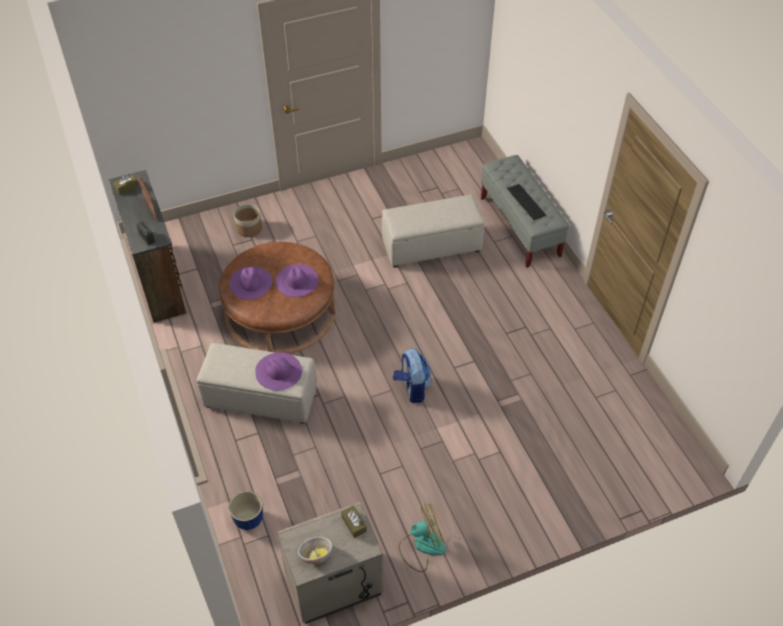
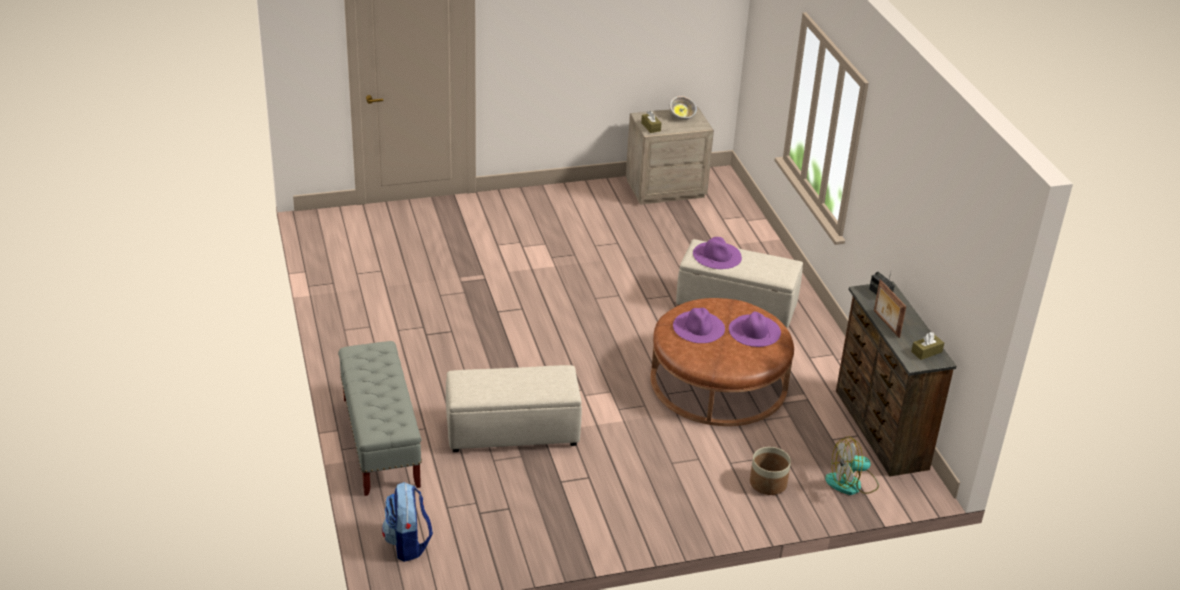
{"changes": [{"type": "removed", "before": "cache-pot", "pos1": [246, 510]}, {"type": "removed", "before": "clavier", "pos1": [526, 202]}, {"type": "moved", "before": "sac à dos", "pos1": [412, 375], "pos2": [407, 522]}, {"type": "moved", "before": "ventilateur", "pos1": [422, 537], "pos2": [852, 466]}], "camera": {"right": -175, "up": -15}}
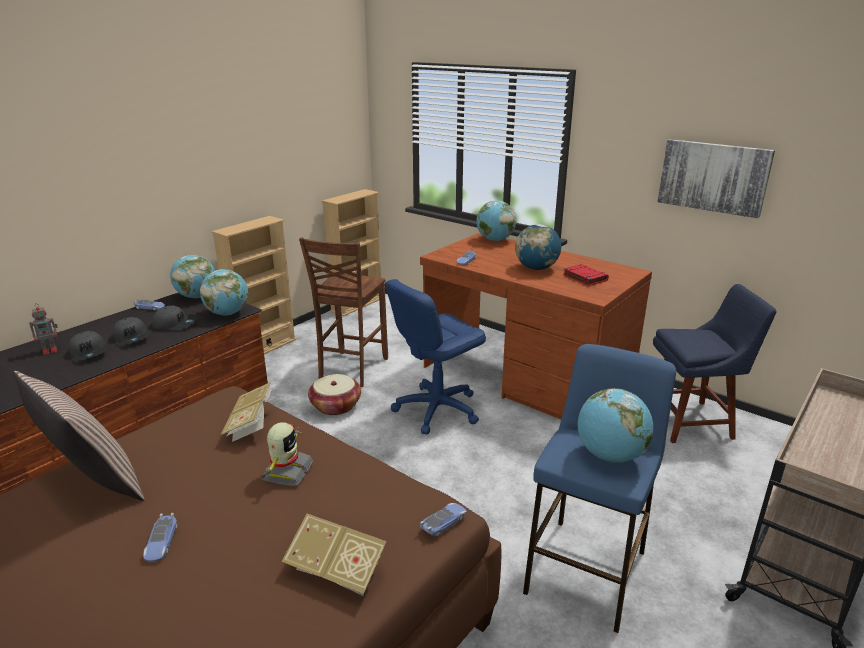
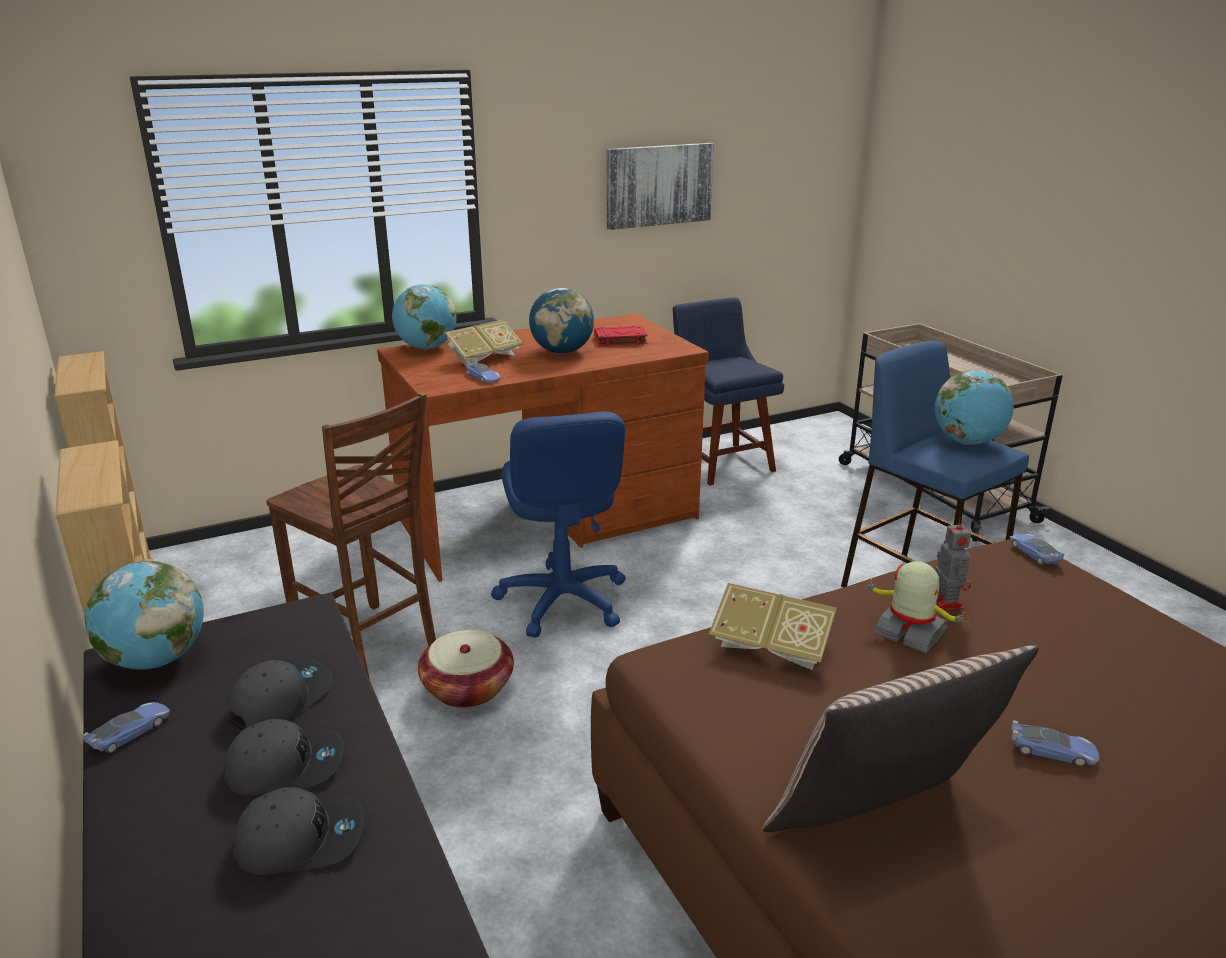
{"changes": [{"type": "removed", "before": "globe", "pos1": [224, 292]}, {"type": "moved", "before": "robot jouet", "pos1": [43, 329], "pos2": [953, 564]}, {"type": "moved", "before": "livre", "pos1": [334, 555], "pos2": [484, 343]}, {"type": "turned", "before": "chaise [bleu]", "pos1": [714, 363], "pos2": [728, 391], "turn": -45}], "camera": {"right": -65, "up": 0}}
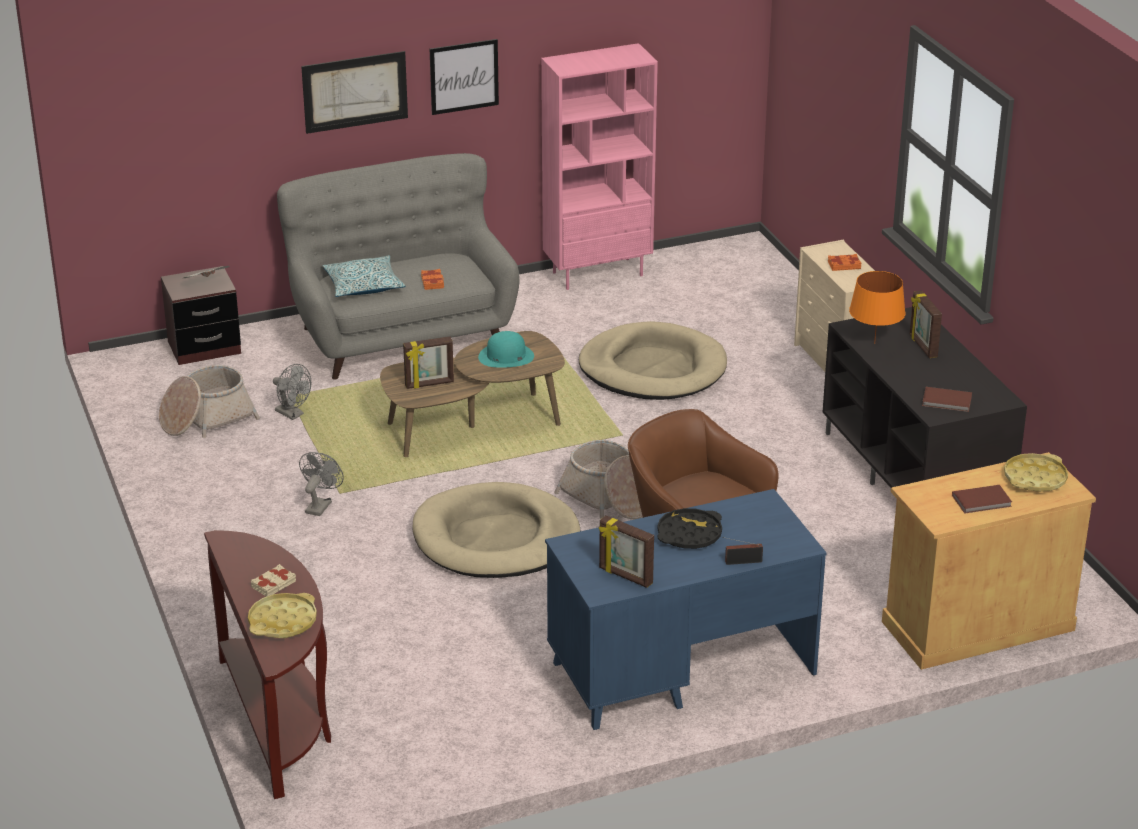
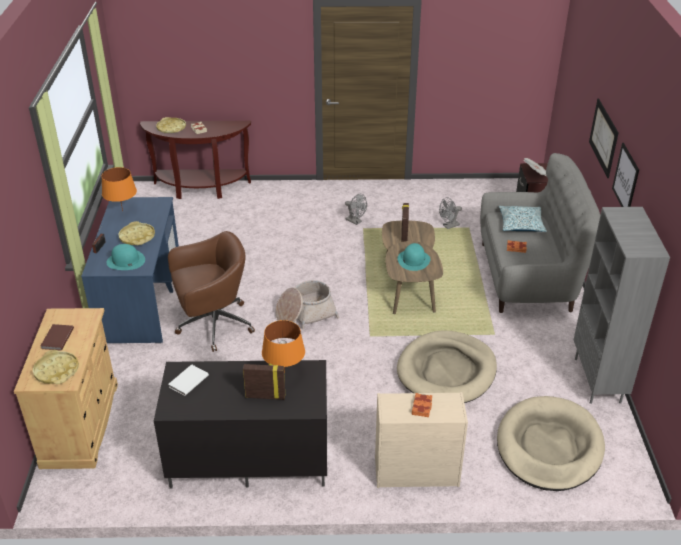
{"changes": [{"type": "removed", "before": "panier", "pos1": [209, 401]}, {"type": "added", "after": "chapeau [turquoise]", "pos2": [126, 257]}, {"type": "moved", "before": "panier pour chien [beige]", "pos1": [496, 530], "pos2": [551, 443]}, {"type": "replaced", "before": "cadre photo", "after": "lampe de table [orange]", "pos1": [626, 551], "pos2": [119, 189]}, {"type": "recoloured", "before": "bibliothèque [rose]", "after": "bibliothèque [gris]", "pos1": [599, 166], "pos2": [622, 305]}, {"type": "recoloured", "before": "plateau [noir]", "after": "plateau [jaune]", "pos1": [689, 528], "pos2": [137, 233]}, {"type": "recoloured", "before": "livre [marron]", "after": "livre [blanc]", "pos1": [947, 399], "pos2": [188, 380]}], "camera": {"right": 110, "up": 5}}
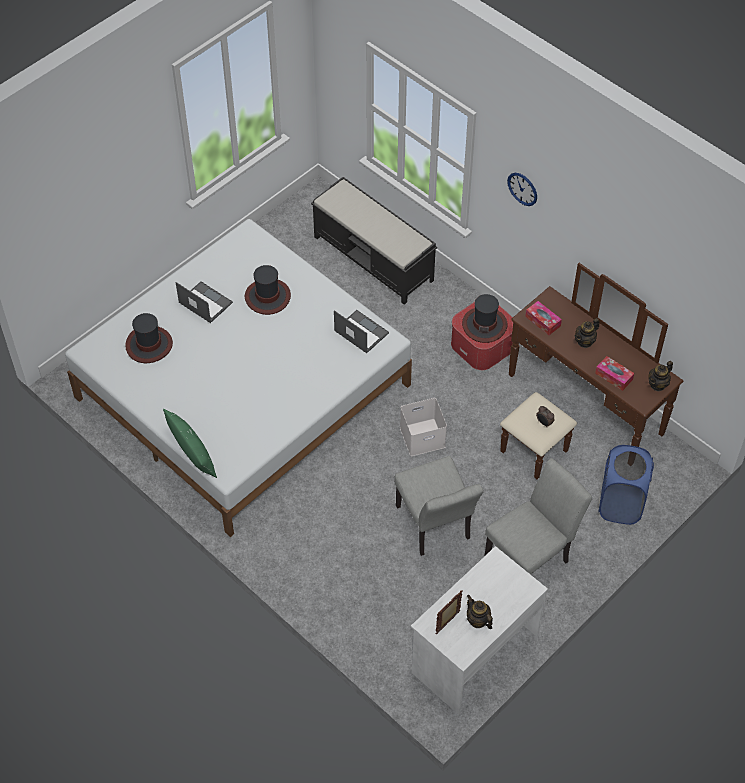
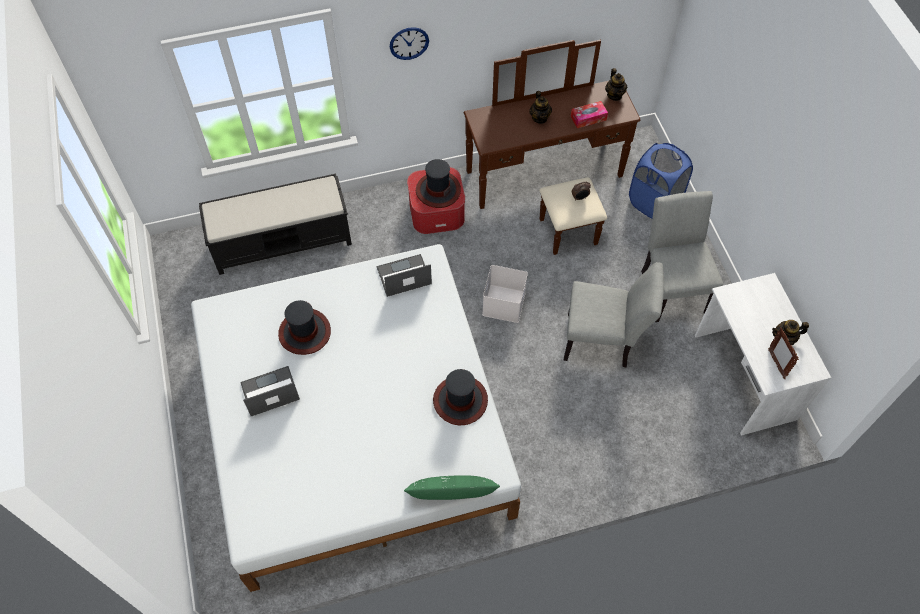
{"changes": [{"type": "removed", "before": "boîte à mouchoirs", "pos1": [543, 318]}, {"type": "moved", "before": "chapeau", "pos1": [149, 338], "pos2": [460, 397]}], "camera": {"right": -60, "up": 5}}
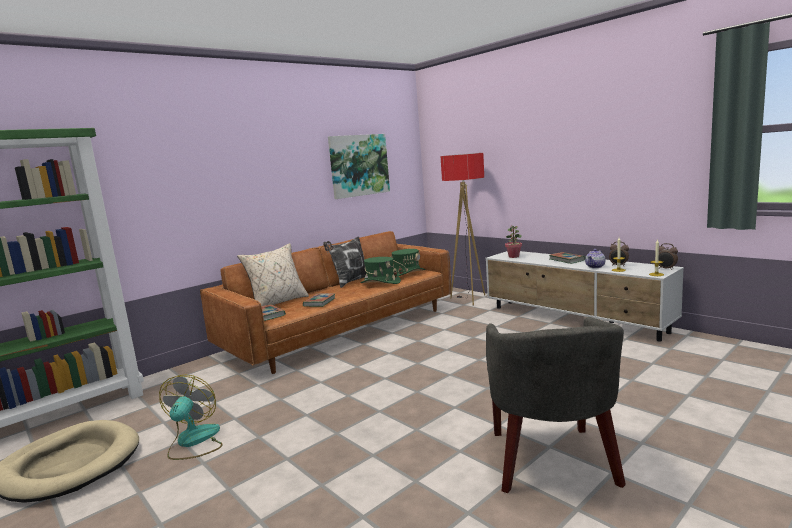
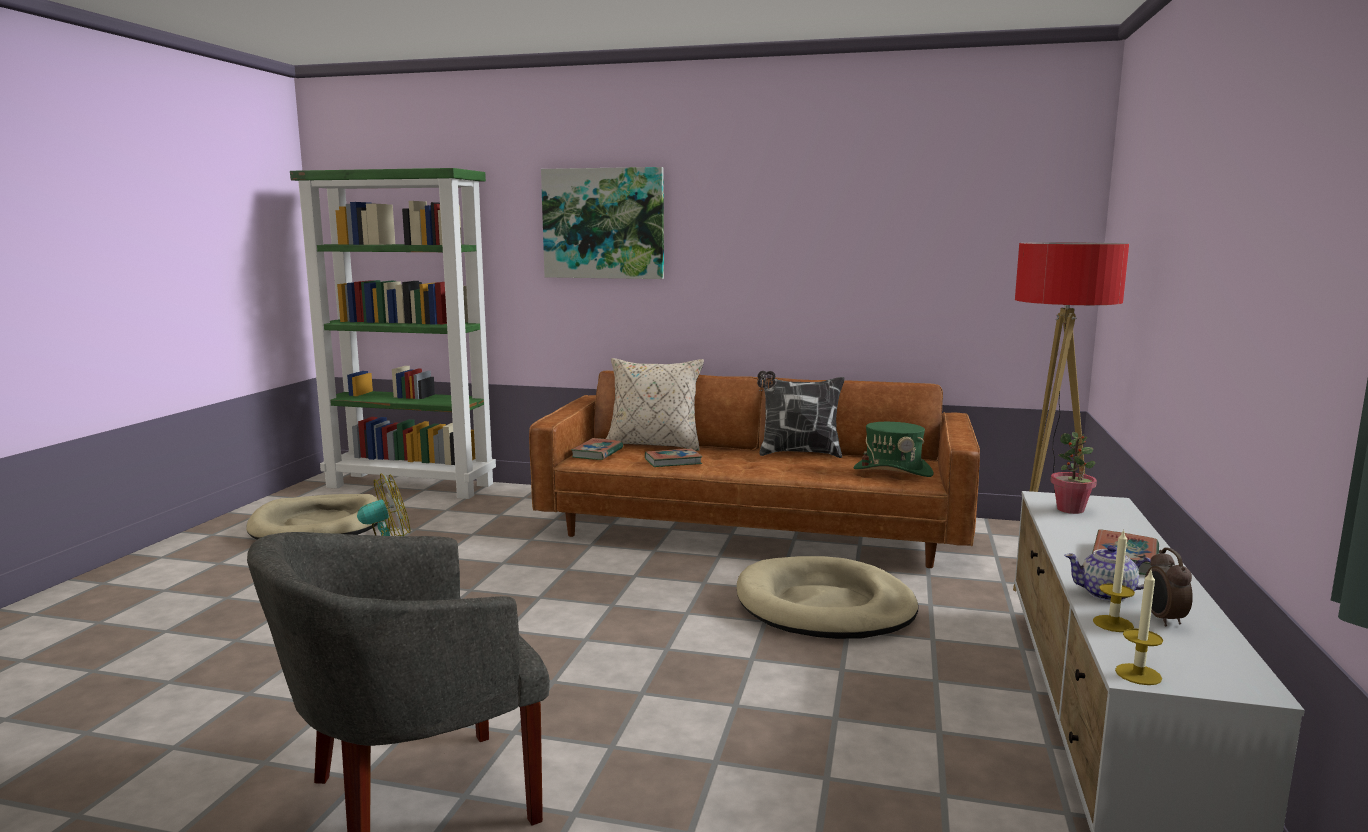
{"changes": [{"type": "removed", "before": "chapeau [vert]", "pos1": [381, 270]}, {"type": "removed", "before": "réveil", "pos1": [668, 256]}, {"type": "added", "after": "panier pour chien [beige]", "pos2": [828, 597]}, {"type": "moved", "before": "tableau", "pos1": [359, 166], "pos2": [602, 223]}], "camera": {"right": 55, "up": 0}}
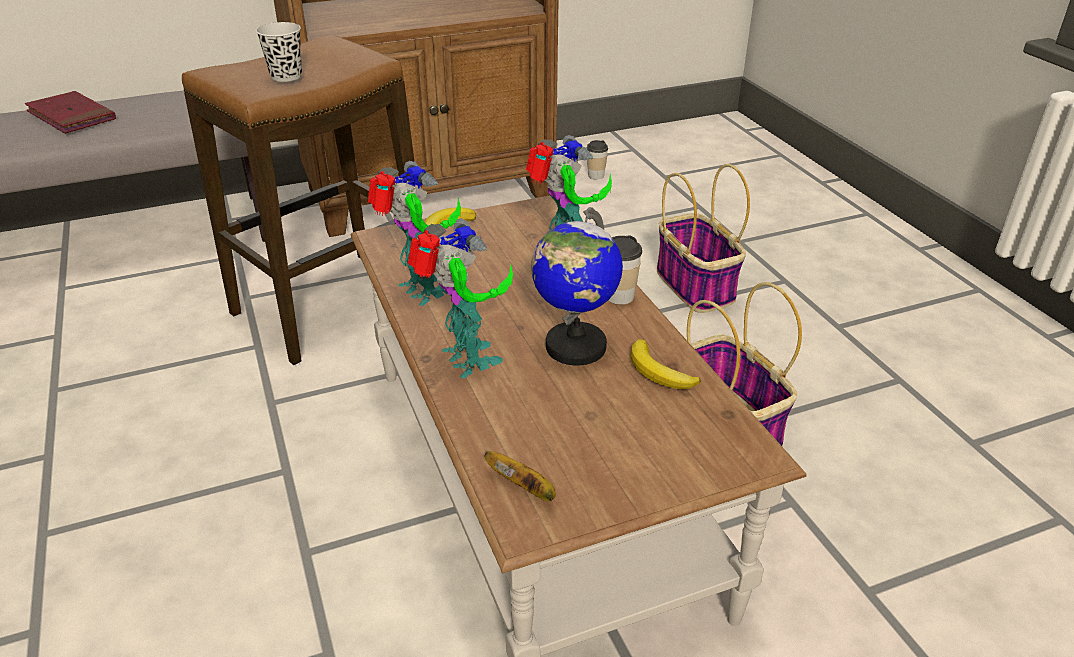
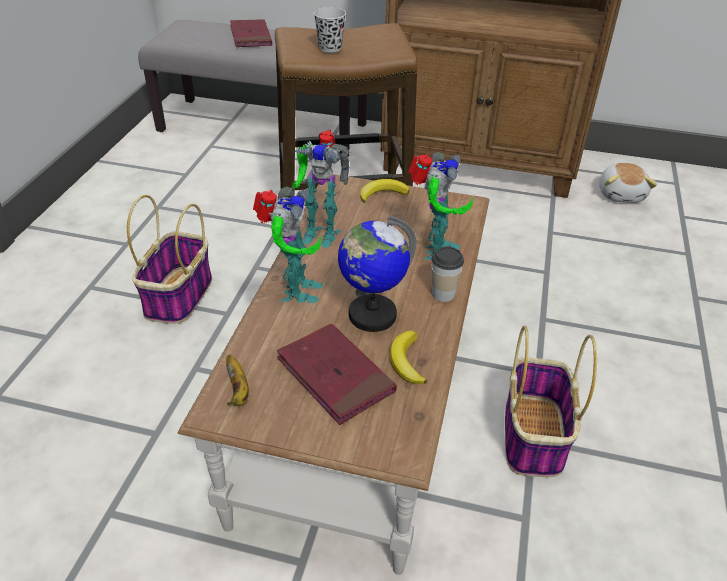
{"changes": [{"type": "added", "after": "livre [rouge]", "pos2": [337, 374]}, {"type": "moved", "before": "panier", "pos1": [703, 238], "pos2": [169, 259]}, {"type": "replaced", "before": "tasse", "after": "peluche", "pos1": [597, 159], "pos2": [628, 183]}, {"type": "turned", "before": "robot jouet", "pos1": [414, 233], "pos2": [321, 189], "turn": 105}], "camera": {"right": 35, "up": 5}}
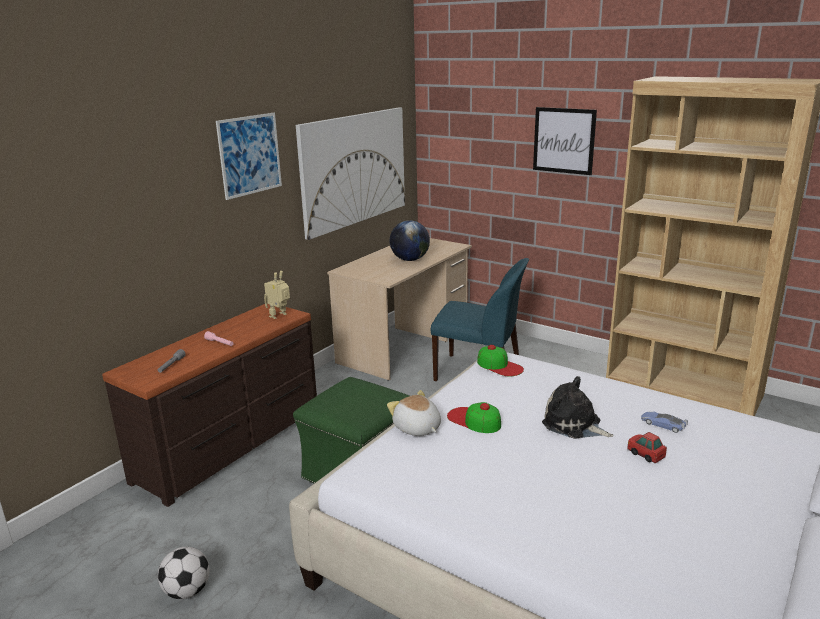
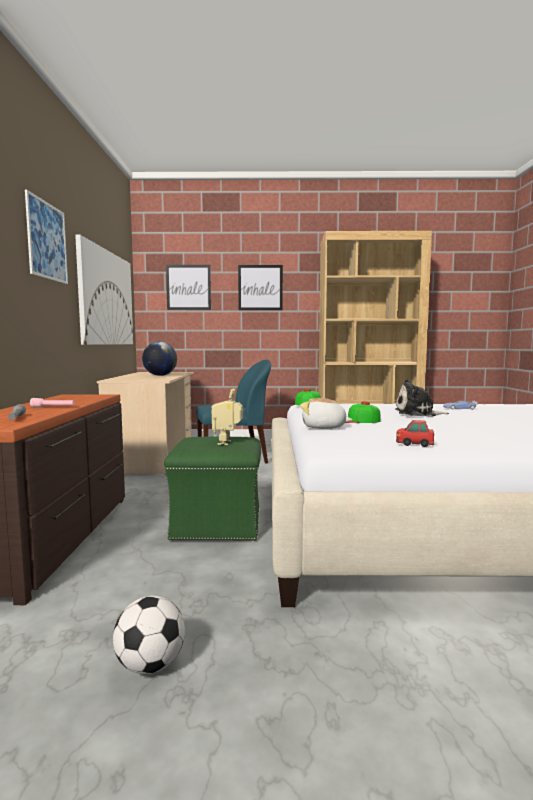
{"changes": [{"type": "added", "after": "tableau", "pos2": [188, 287]}, {"type": "moved", "before": "robot jouet", "pos1": [277, 295], "pos2": [227, 417]}, {"type": "moved", "before": "petite voiture", "pos1": [647, 447], "pos2": [415, 433]}], "camera": {"right": -35, "up": -15}}
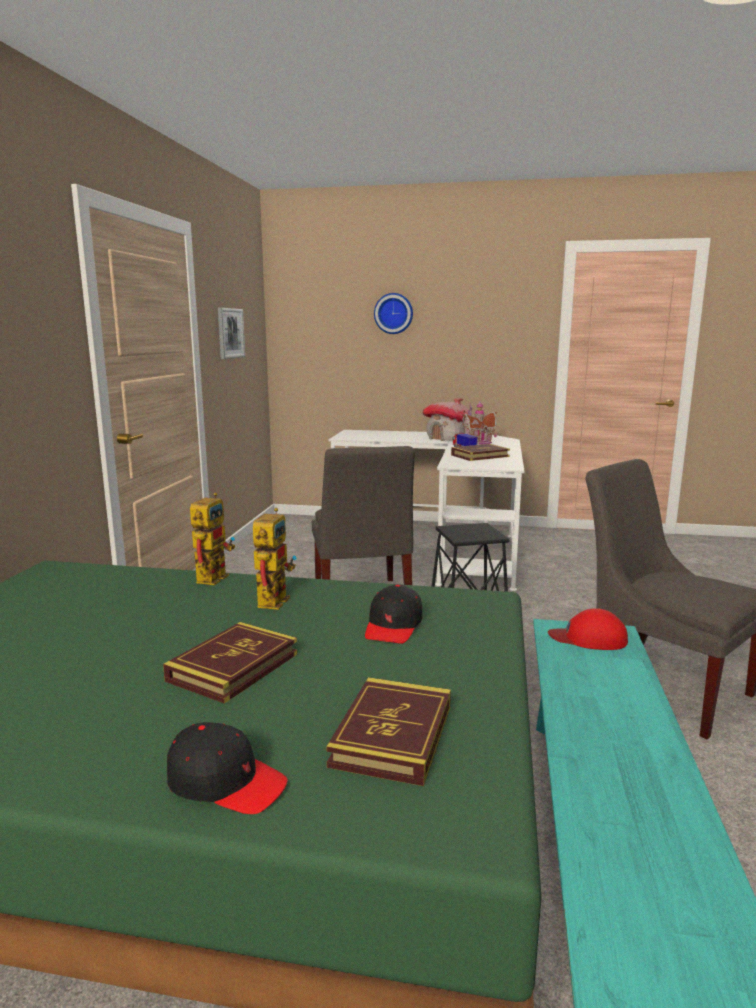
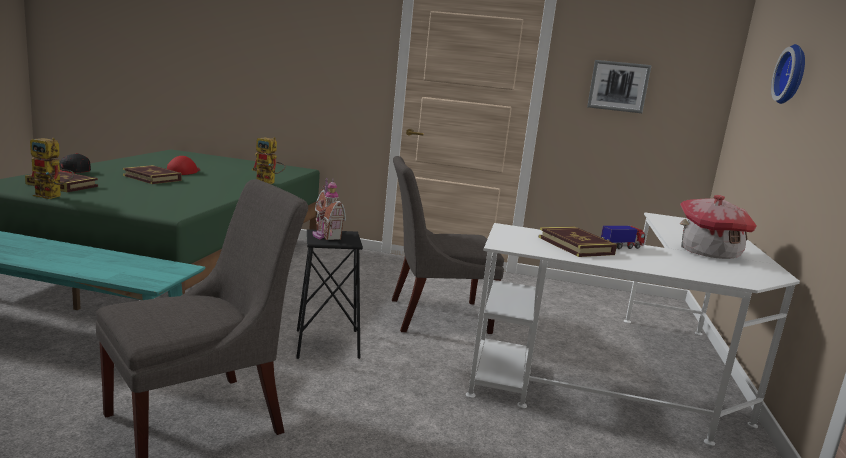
{"changes": [{"type": "removed", "before": "casquette [noir]", "pos1": [393, 614]}, {"type": "moved", "before": "robot jouet", "pos1": [275, 559], "pos2": [51, 168]}, {"type": "moved", "before": "maison miniature", "pos1": [479, 423], "pos2": [329, 209]}, {"type": "moved", "before": "casquette [rouge]", "pos1": [588, 629], "pos2": [183, 165]}], "camera": {"right": 90, "up": 0}}
